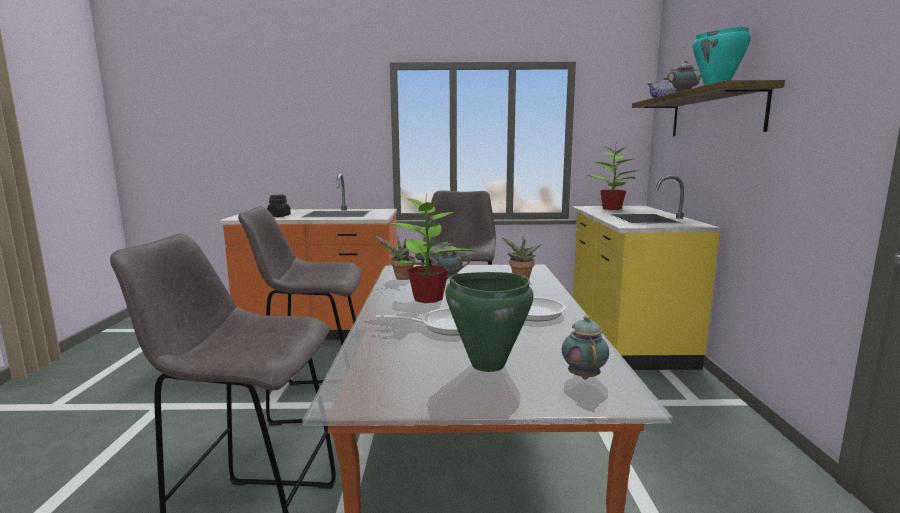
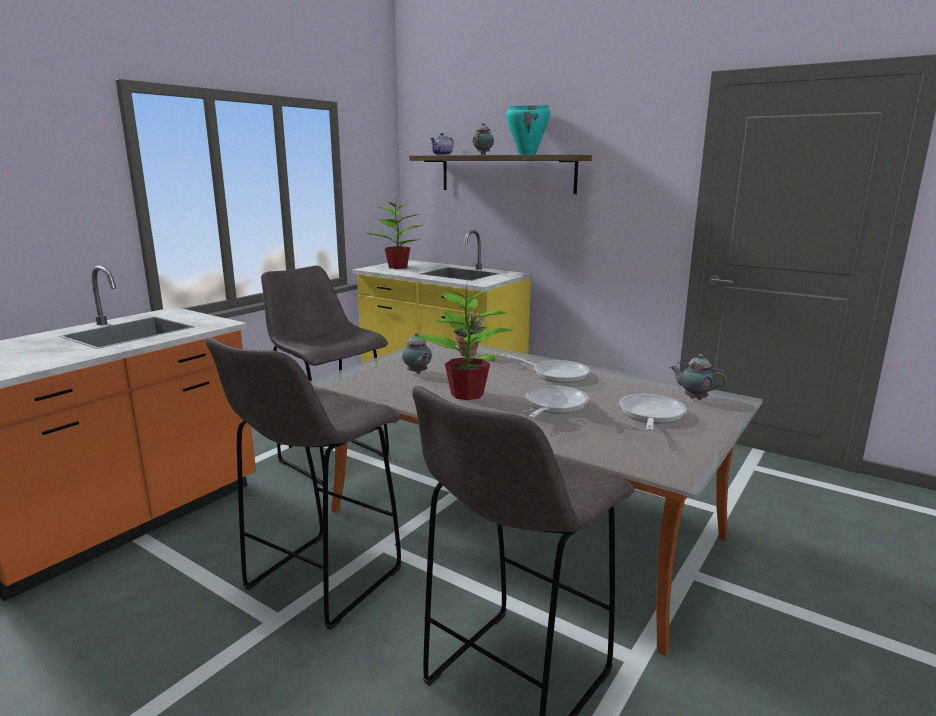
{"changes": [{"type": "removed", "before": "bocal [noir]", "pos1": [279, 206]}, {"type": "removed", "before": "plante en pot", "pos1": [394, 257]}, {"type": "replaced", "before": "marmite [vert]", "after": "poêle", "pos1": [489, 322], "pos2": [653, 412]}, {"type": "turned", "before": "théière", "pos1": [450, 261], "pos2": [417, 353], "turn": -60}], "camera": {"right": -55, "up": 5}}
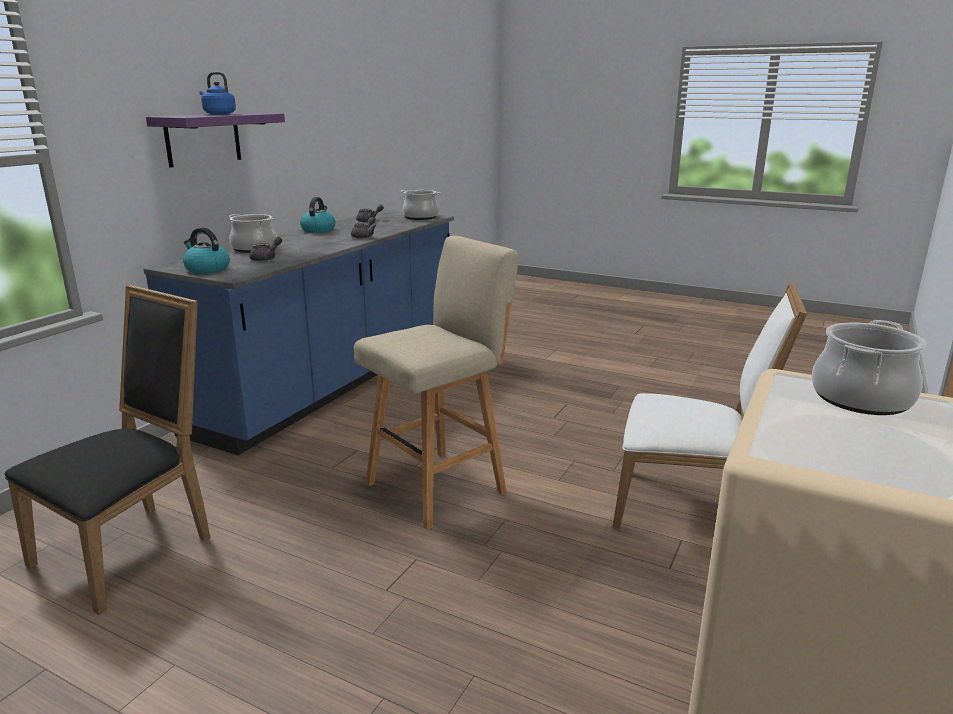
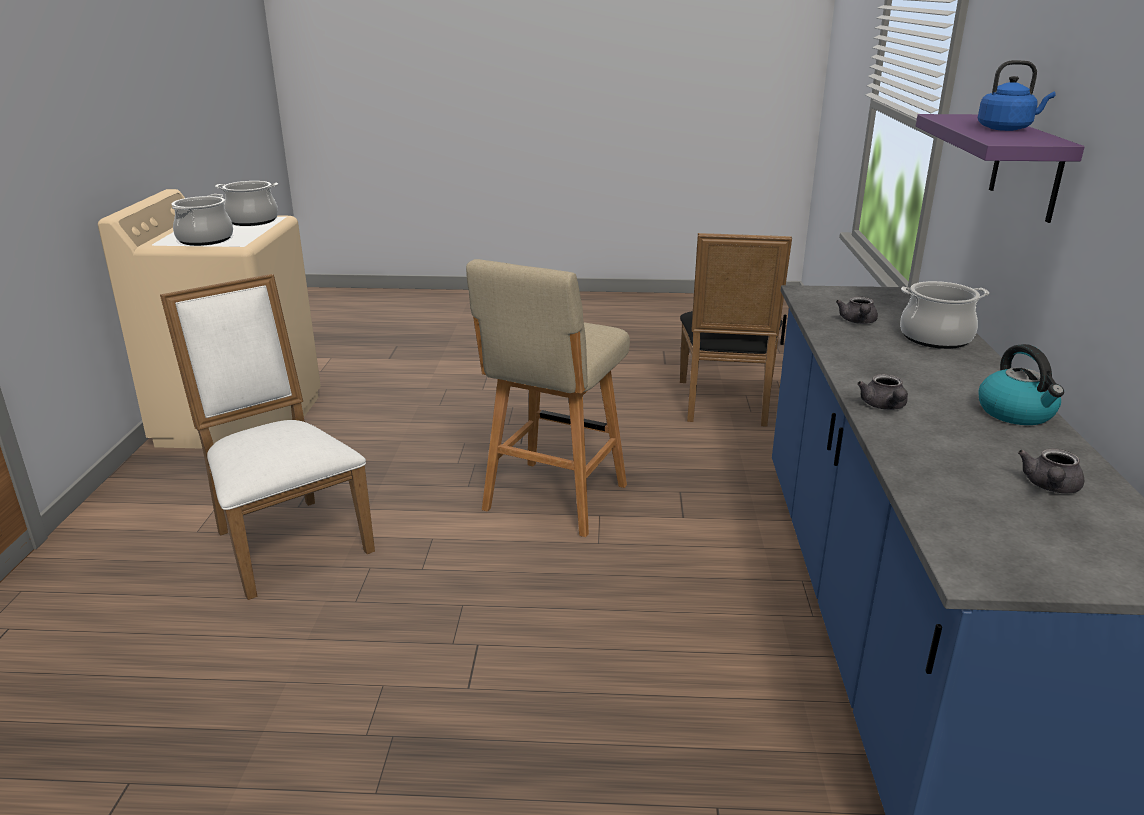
{"changes": [{"type": "removed", "before": "bouilloire", "pos1": [206, 251]}, {"type": "moved", "before": "marmite", "pos1": [420, 205], "pos2": [246, 203]}, {"type": "turned", "before": "chaise [blanc]", "pos1": [710, 406], "pos2": [267, 437], "turn": 60}], "camera": {"right": 155, "up": 5}}
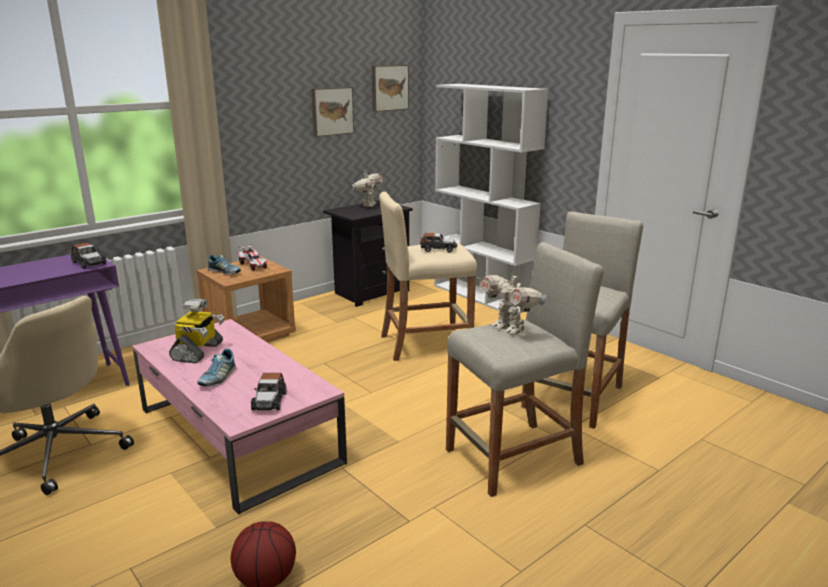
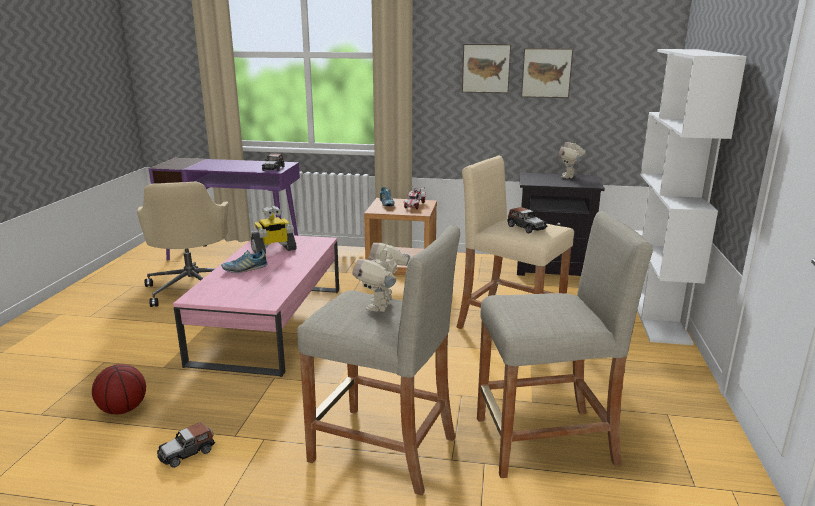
{"changes": [{"type": "moved", "before": "petite voiture", "pos1": [268, 391], "pos2": [186, 445]}, {"type": "moved", "before": "tableau", "pos1": [390, 88], "pos2": [486, 68]}, {"type": "turned", "before": "robot jouet", "pos1": [367, 188], "pos2": [572, 159], "turn": 135}], "camera": {"right": 50, "up": 0}}
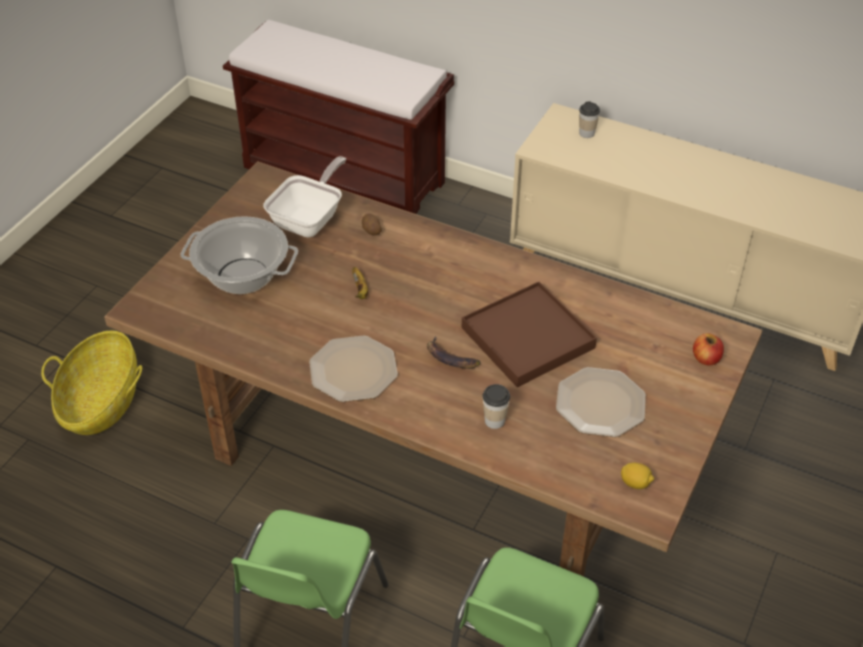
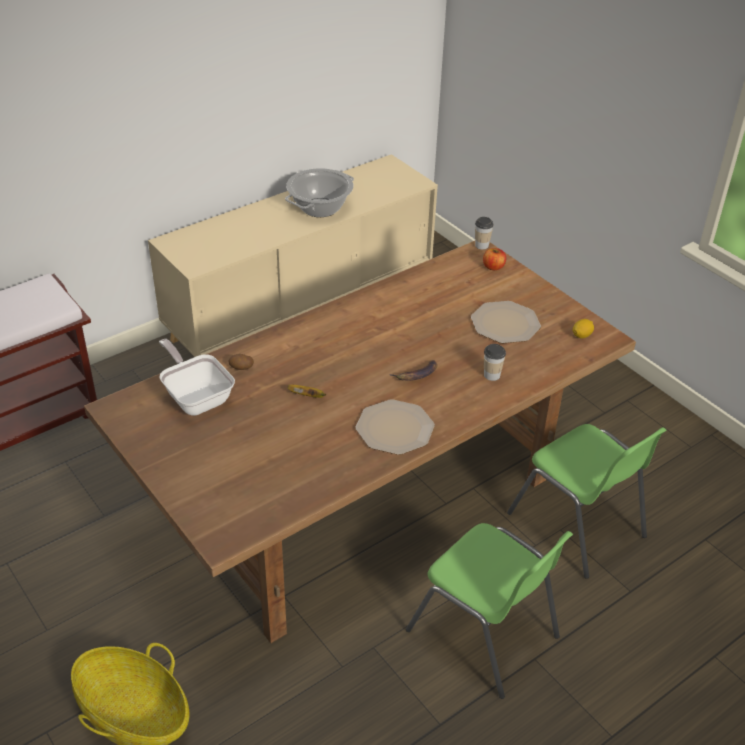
{"changes": [{"type": "removed", "before": "plateau [marron]", "pos1": [529, 334]}, {"type": "moved", "before": "marmite", "pos1": [239, 255], "pos2": [319, 192]}, {"type": "moved", "before": "tasse", "pos1": [589, 119], "pos2": [484, 233]}], "camera": {"right": -65, "up": -5}}
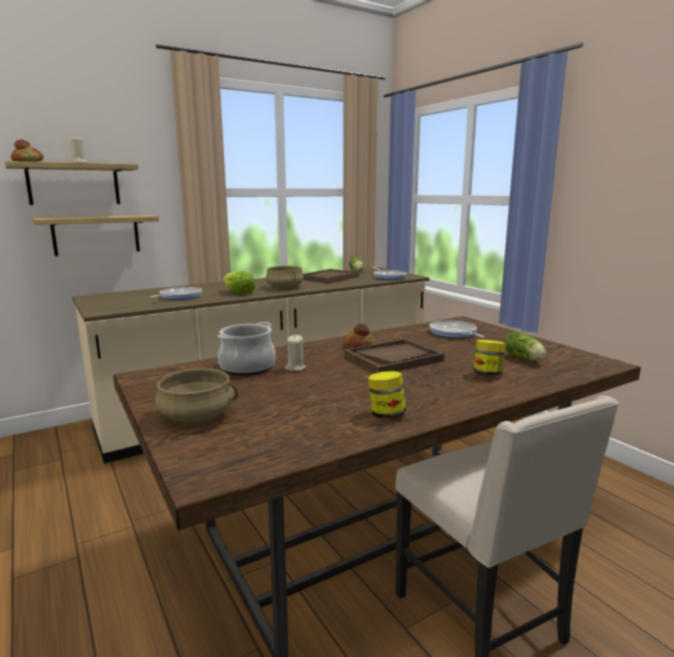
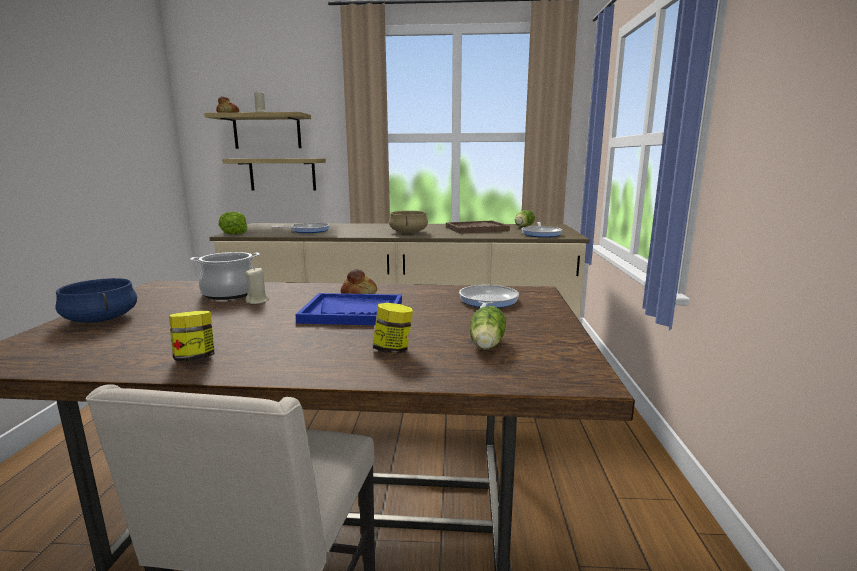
{"changes": [{"type": "moved", "before": "laitue", "pos1": [239, 282], "pos2": [233, 223]}, {"type": "recoloured", "before": "marmite [beige]", "after": "marmite [bleu]", "pos1": [196, 395], "pos2": [96, 300]}, {"type": "recoloured", "before": "plateau [marron]", "after": "plateau [bleu]", "pos1": [394, 355], "pos2": [348, 309]}], "camera": {"right": 35, "up": 0}}
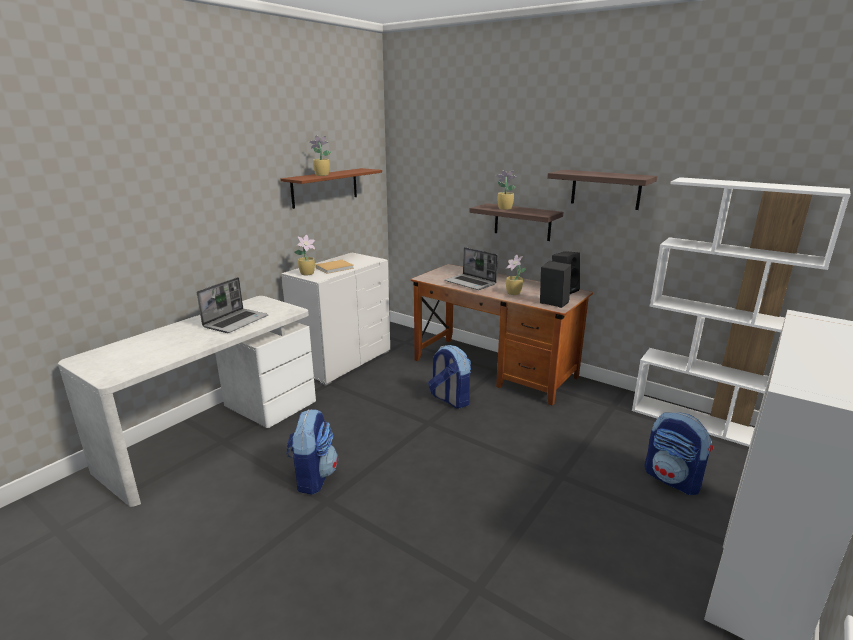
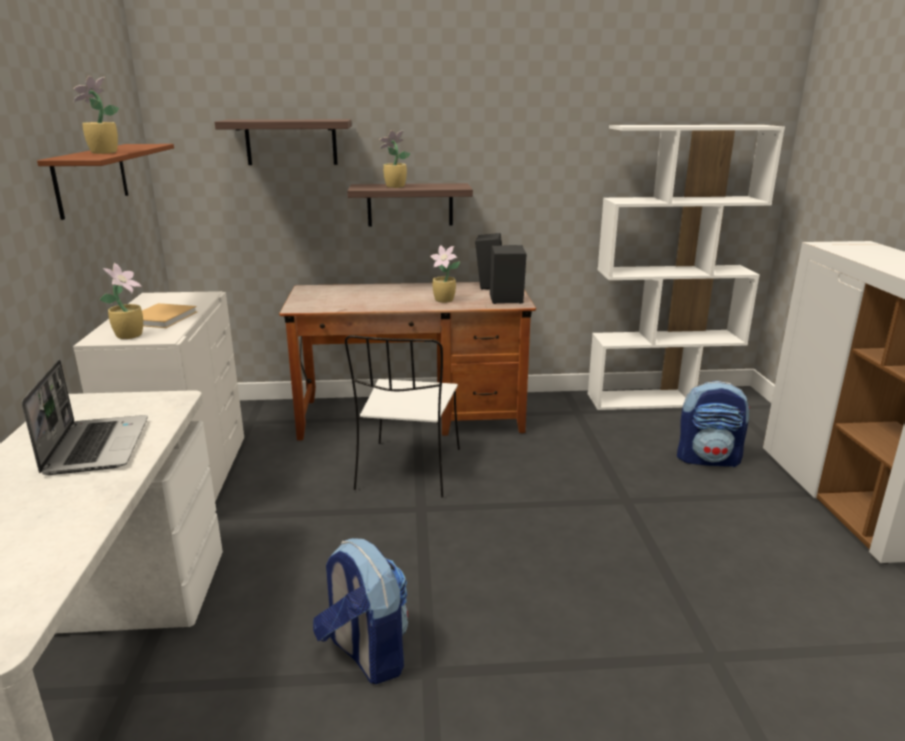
{"changes": [{"type": "removed", "before": "ordinateur portable", "pos1": [471, 268]}, {"type": "moved", "before": "étagère", "pos1": [602, 190], "pos2": [283, 142]}, {"type": "replaced", "before": "sac à dos", "after": "chaise [blanc]", "pos1": [449, 377], "pos2": [402, 416]}], "camera": {"right": -40, "up": 0}}
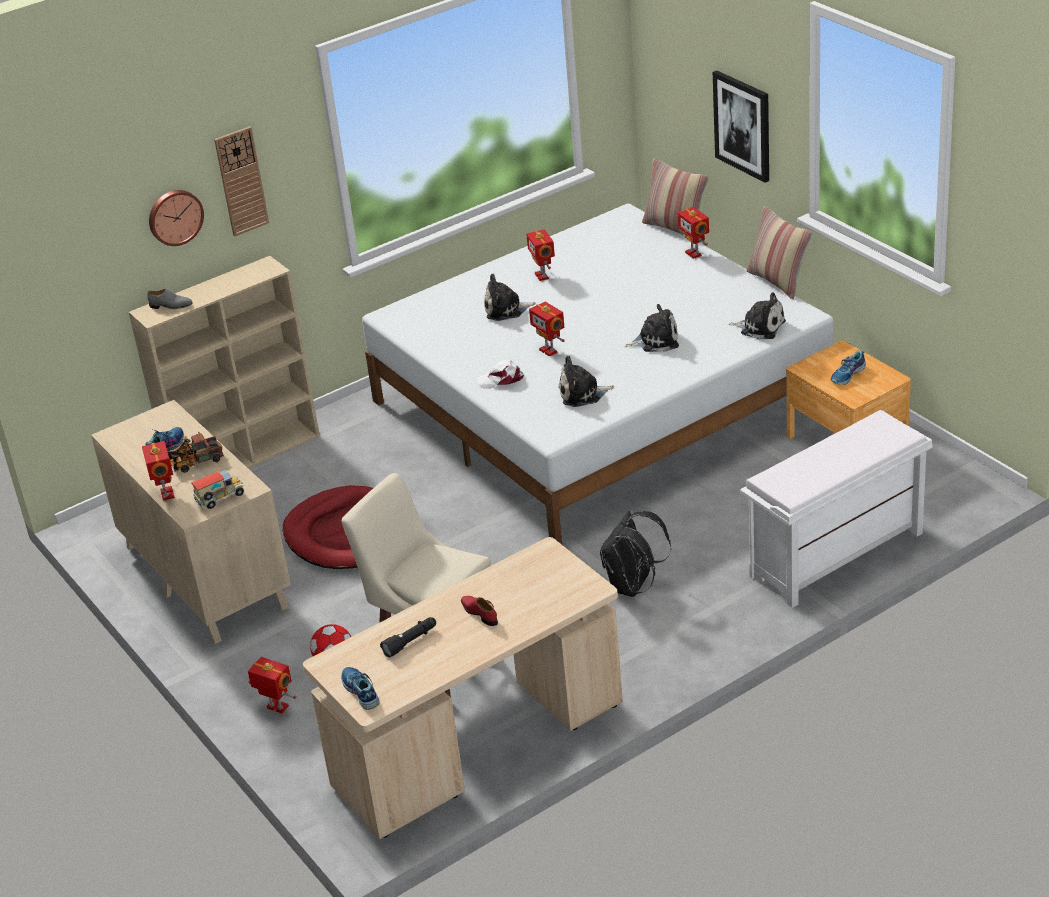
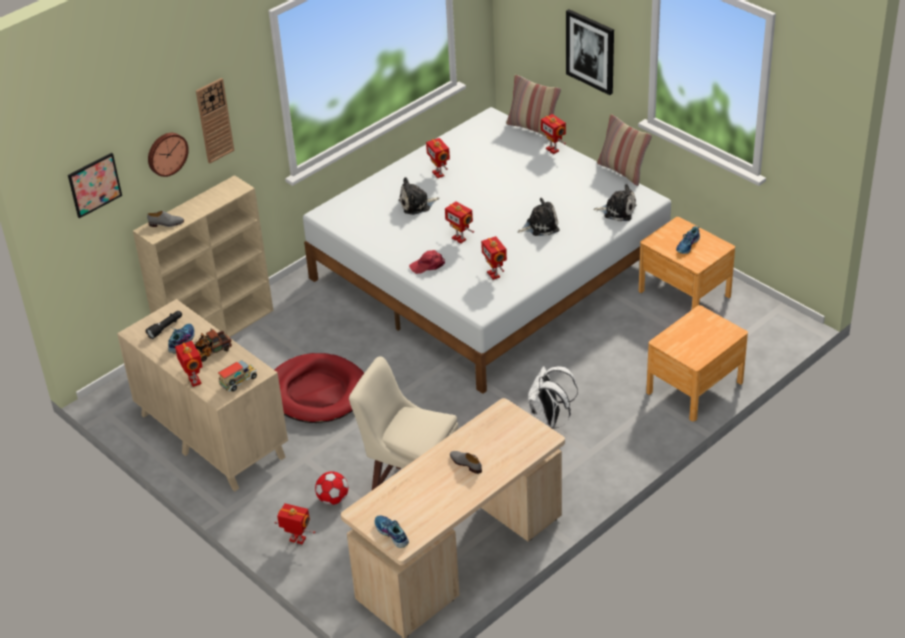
{"changes": [{"type": "added", "after": "tableau", "pos2": [95, 185]}, {"type": "moved", "before": "lampe de poche [noir]", "pos1": [408, 637], "pos2": [164, 325]}, {"type": "replaced", "before": "peluche", "after": "robot jouet", "pos1": [586, 381], "pos2": [494, 258]}, {"type": "replaced", "before": "banc [blanc]", "after": "table de chevet [marron]", "pos1": [836, 509], "pos2": [697, 363]}, {"type": "recoloured", "before": "chaussure [rouge]", "after": "chaussure [gris]", "pos1": [479, 611], "pos2": [466, 462]}, {"type": "recoloured", "before": "casquette [blanc]", "after": "casquette [rouge]", "pos1": [500, 374], "pos2": [427, 262]}, {"type": "recoloured", "before": "sac à dos [noir]", "after": "sac à dos [blanc]", "pos1": [635, 554], "pos2": [553, 397]}], "camera": {"right": -10, "up": 5}}
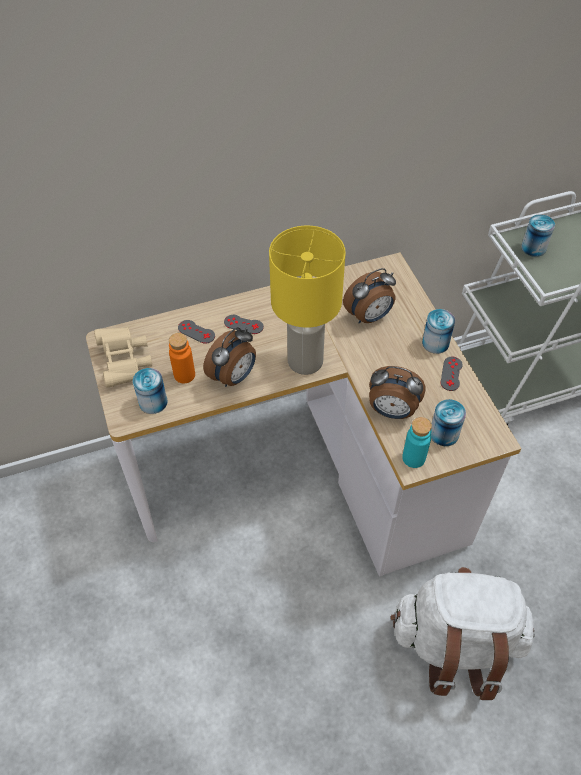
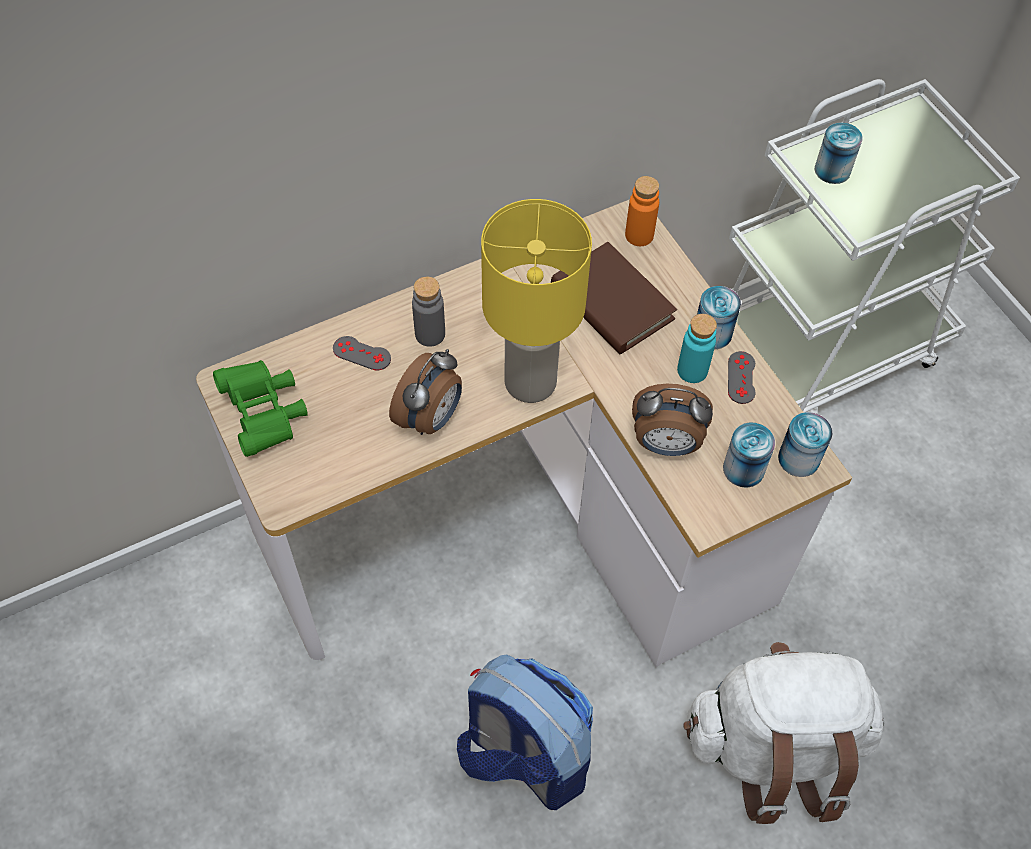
{"changes": [{"type": "added", "after": "sac à dos", "pos2": [525, 732]}, {"type": "moved", "before": "boîte métallique", "pos1": [150, 391], "pos2": [805, 444]}, {"type": "moved", "before": "bouteille [orange]", "pos1": [182, 358], "pos2": [642, 211]}, {"type": "moved", "before": "bouteille [turquoise]", "pos1": [417, 442], "pos2": [697, 348]}, {"type": "replaced", "before": "manette [gris]", "after": "bouteille [gris]", "pos1": [244, 324], "pos2": [428, 312]}, {"type": "replaced", "before": "réveil", "after": "livre [marron]", "pos1": [369, 295], "pos2": [614, 298]}, {"type": "recoloured", "before": "jumelles [beige]", "after": "jumelles [vert]", "pos1": [123, 357], "pos2": [260, 408]}], "camera": {"right": -10, "up": 5}}
